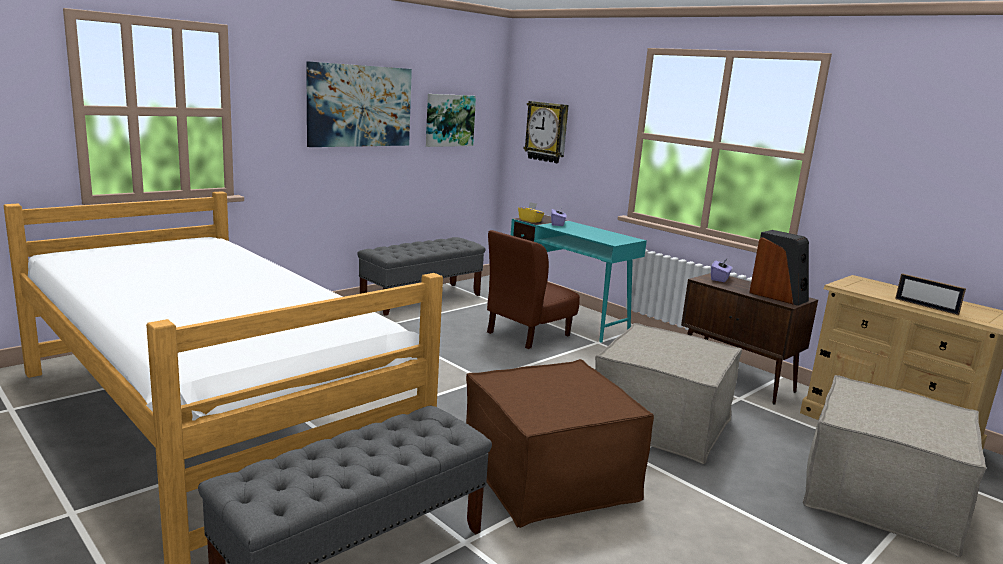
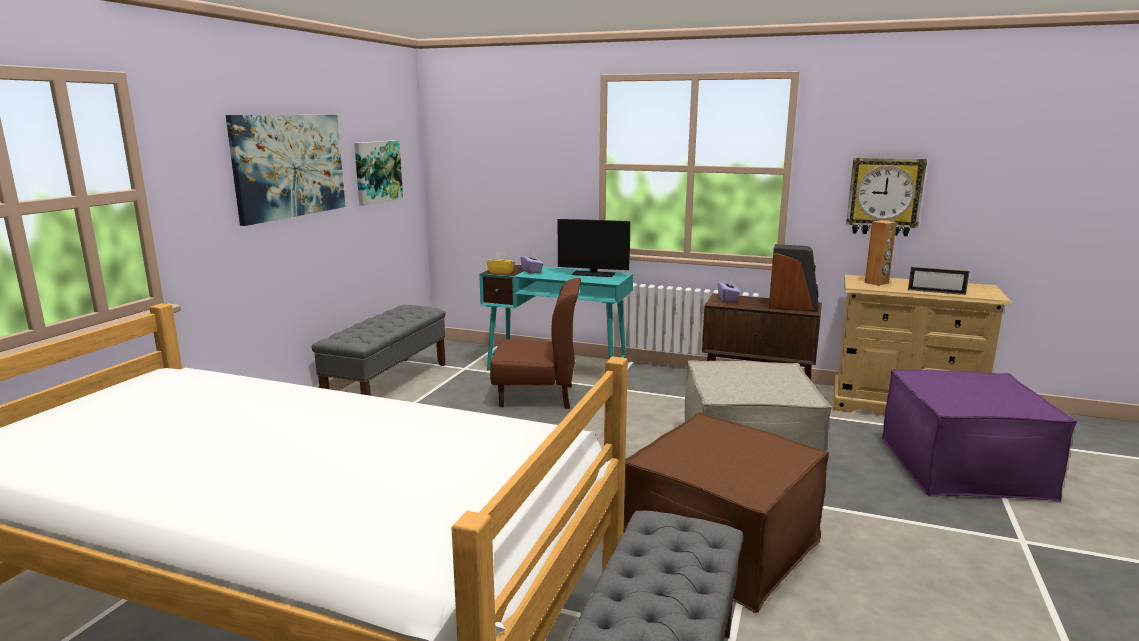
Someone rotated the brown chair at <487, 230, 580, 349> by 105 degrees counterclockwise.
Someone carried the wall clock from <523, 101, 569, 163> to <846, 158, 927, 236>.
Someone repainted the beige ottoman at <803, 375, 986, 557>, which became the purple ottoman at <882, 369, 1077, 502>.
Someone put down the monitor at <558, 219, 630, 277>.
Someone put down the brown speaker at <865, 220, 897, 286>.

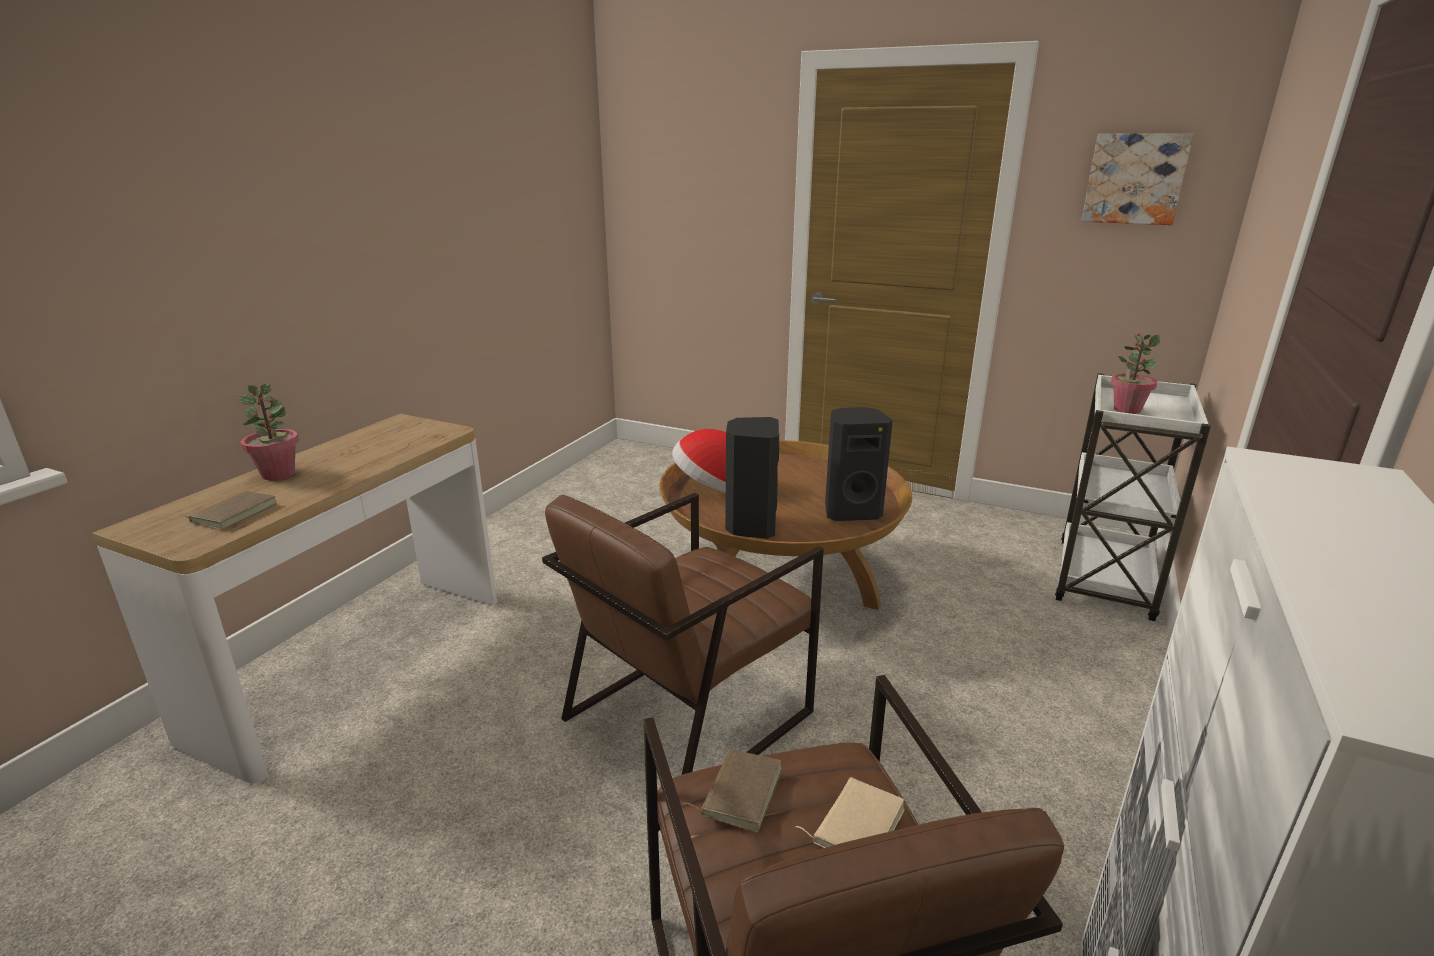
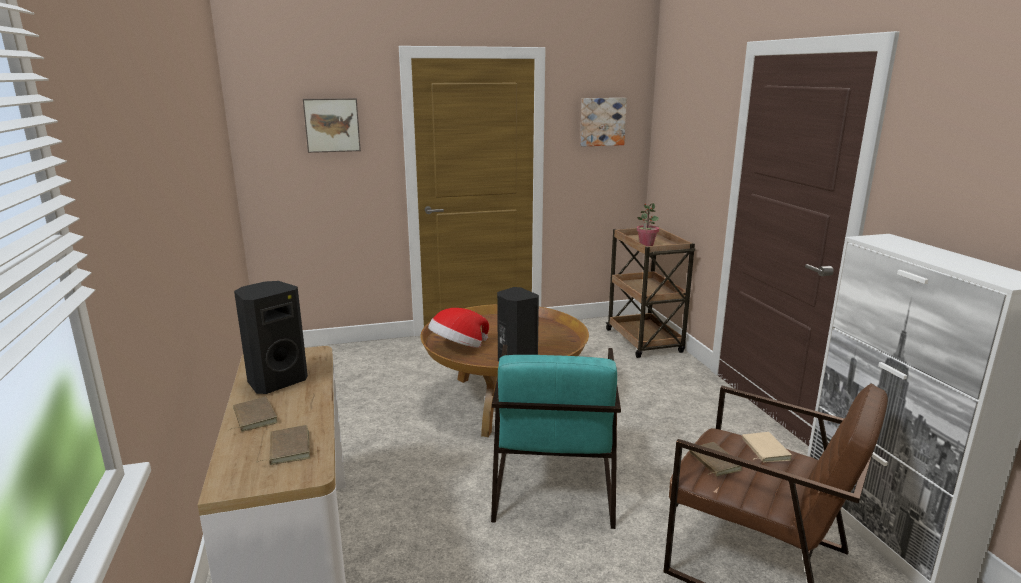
Someone swapped the potted plant at <238, 383, 299, 480> for the brown book at <228, 397, 278, 432>.
Someone repainted the brown armchair at <542, 493, 824, 775>, which became the turquoise armchair at <491, 345, 621, 529>.
Someone carried the black speaker from <825, 407, 893, 521> to <234, 281, 308, 394>.
Someone repainted the white cart at <1055, 373, 1211, 621>, which became the brown cart at <606, 226, 695, 358>.
Someone put up the picture at <303, 98, 361, 153>.

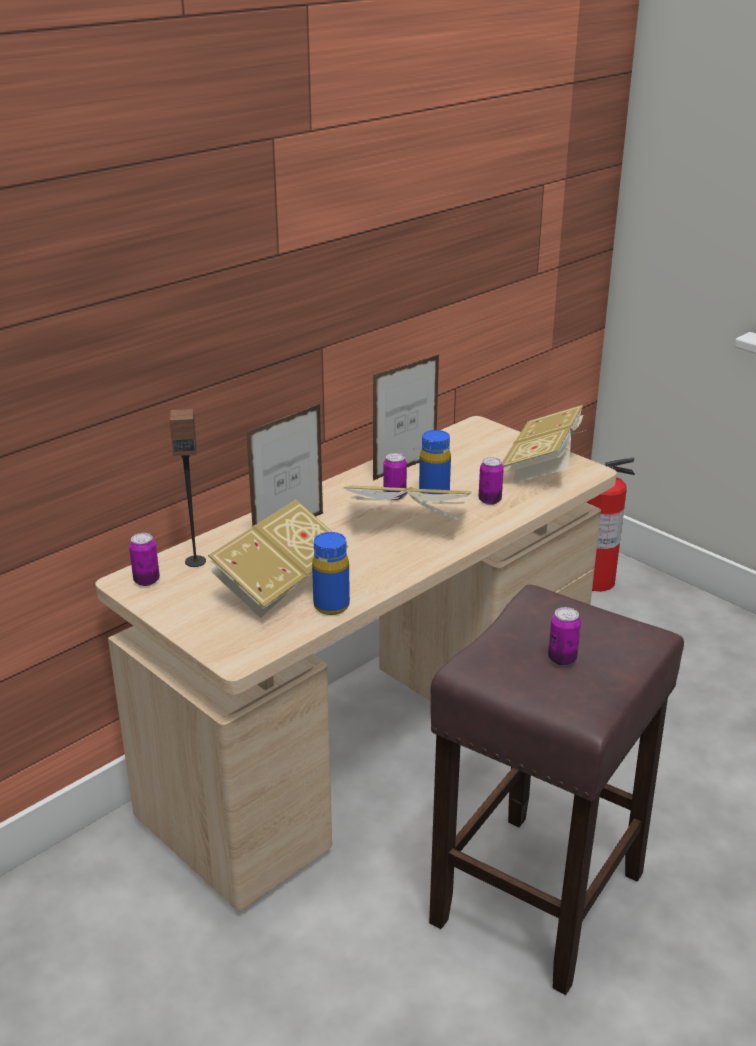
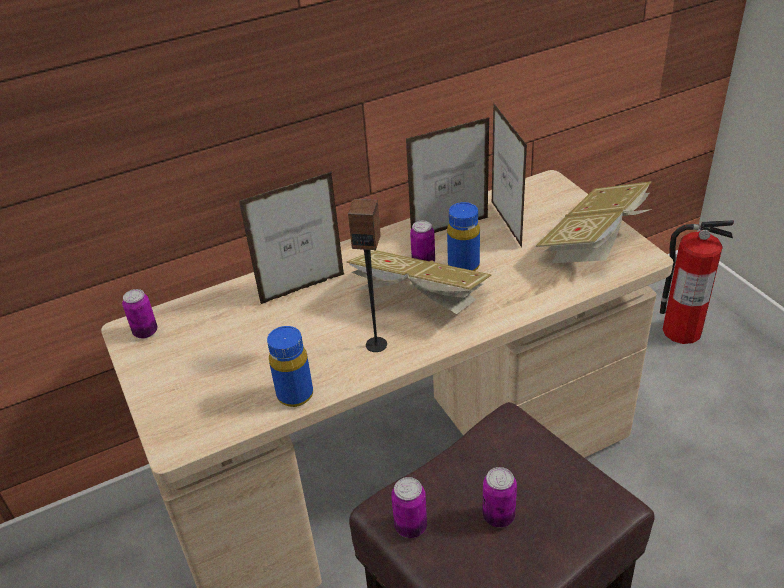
Someone carried the speaker from <170, 409, 206, 567> to <348, 199, 387, 352>.
Someone took away the book at <208, 500, 348, 618>.
Someone carried the can from <479, 457, 504, 505> to <391, 477, 427, 538>.
Someone put down the picture frame at <492, 103, 527, 248>.

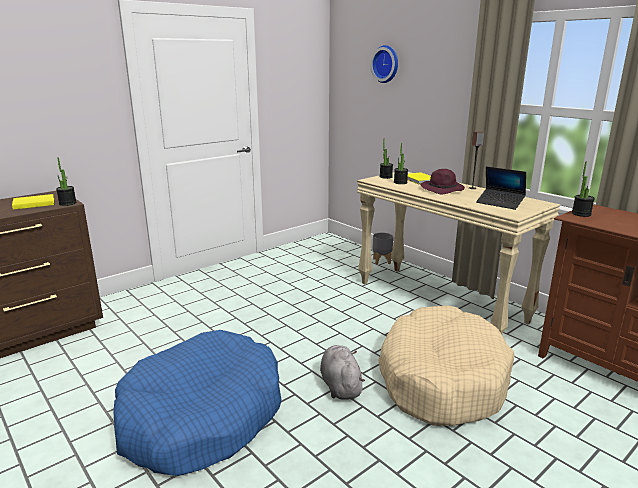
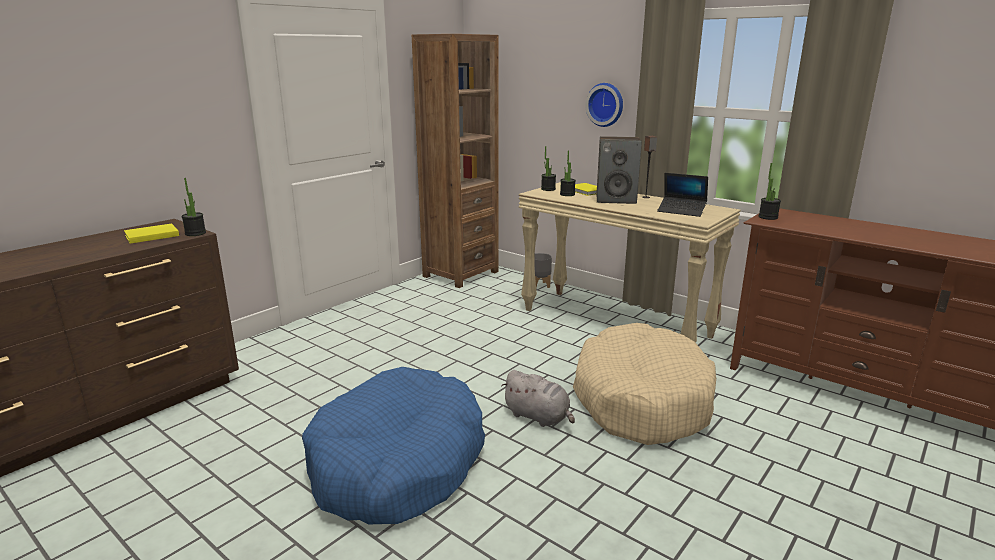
Someone rotated the grey plush toy at <320, 345, 365, 400> by 150 degrees clockwise.
Someone carried the wall clock from <370, 45, 398, 83> to <585, 83, 623, 127>.
Someone swapped the purple hat at <421, 169, 465, 194> for the speaker at <596, 136, 642, 204>.
Someone put down the brown bookcase at <412, 34, 499, 288>.

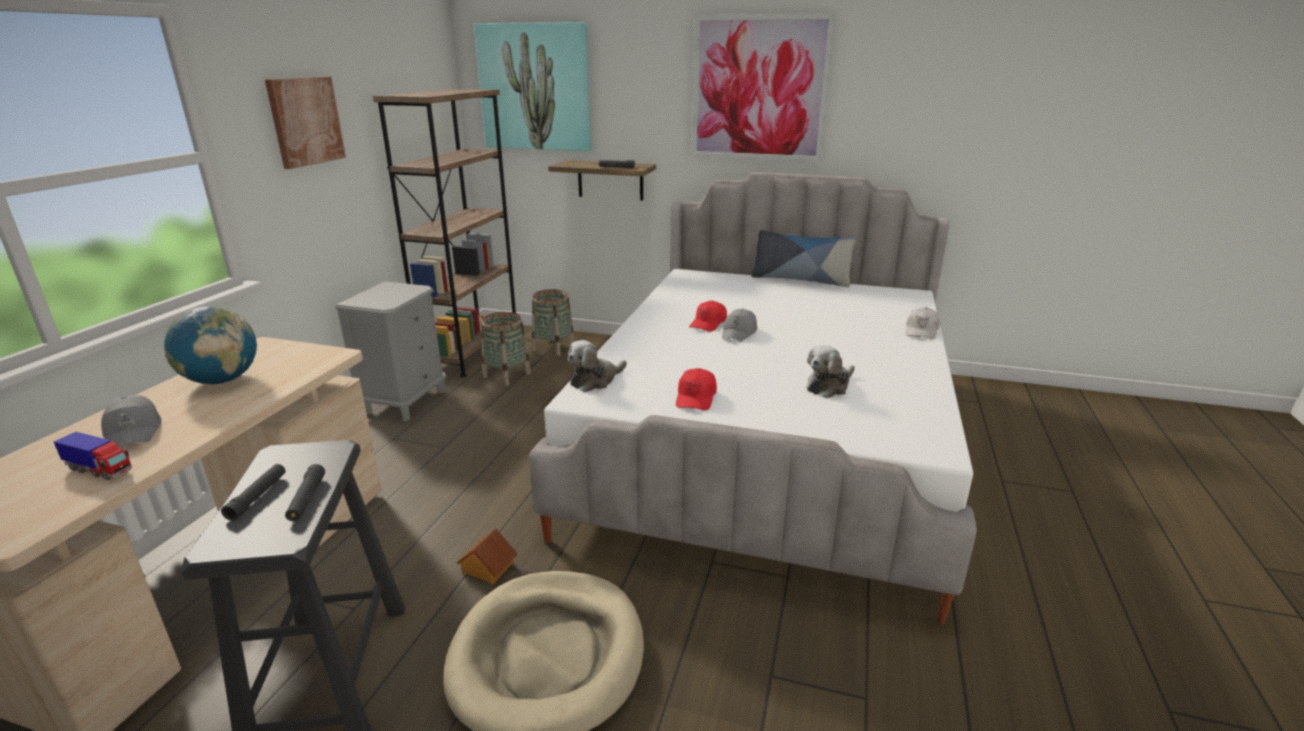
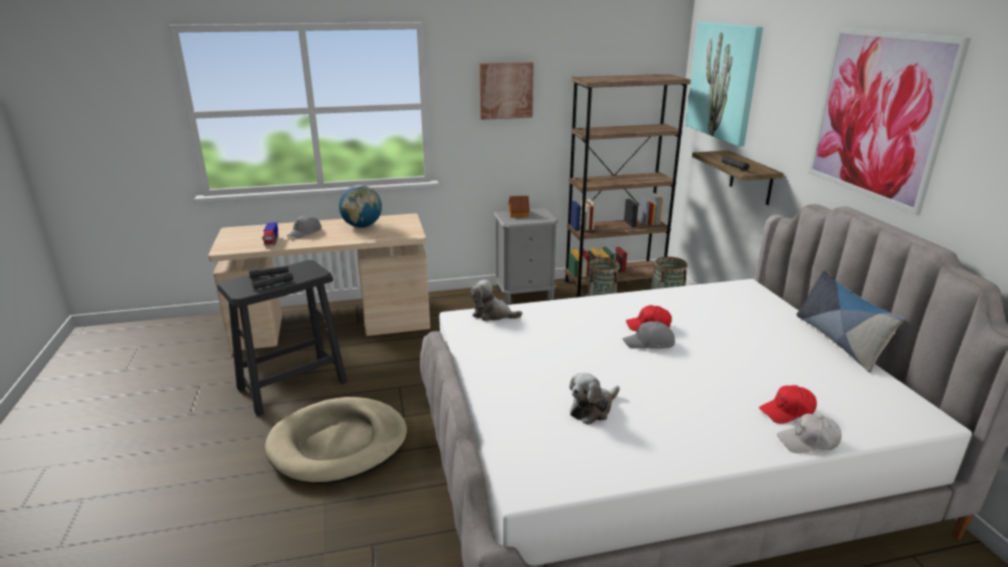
Someone carried the toy house from <457, 528, 518, 585> to <508, 196, 530, 217>.
Someone carried the red cap from <676, 368, 717, 410> to <759, 385, 817, 424>.
Someone rotated the plush toy at <806, 345, 855, 398> by 60 degrees counterclockwise.

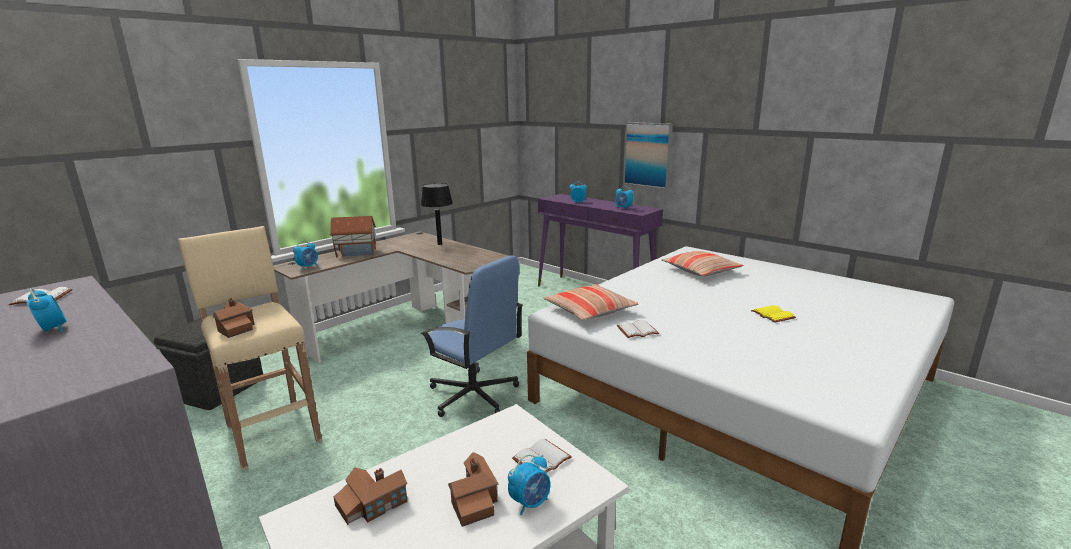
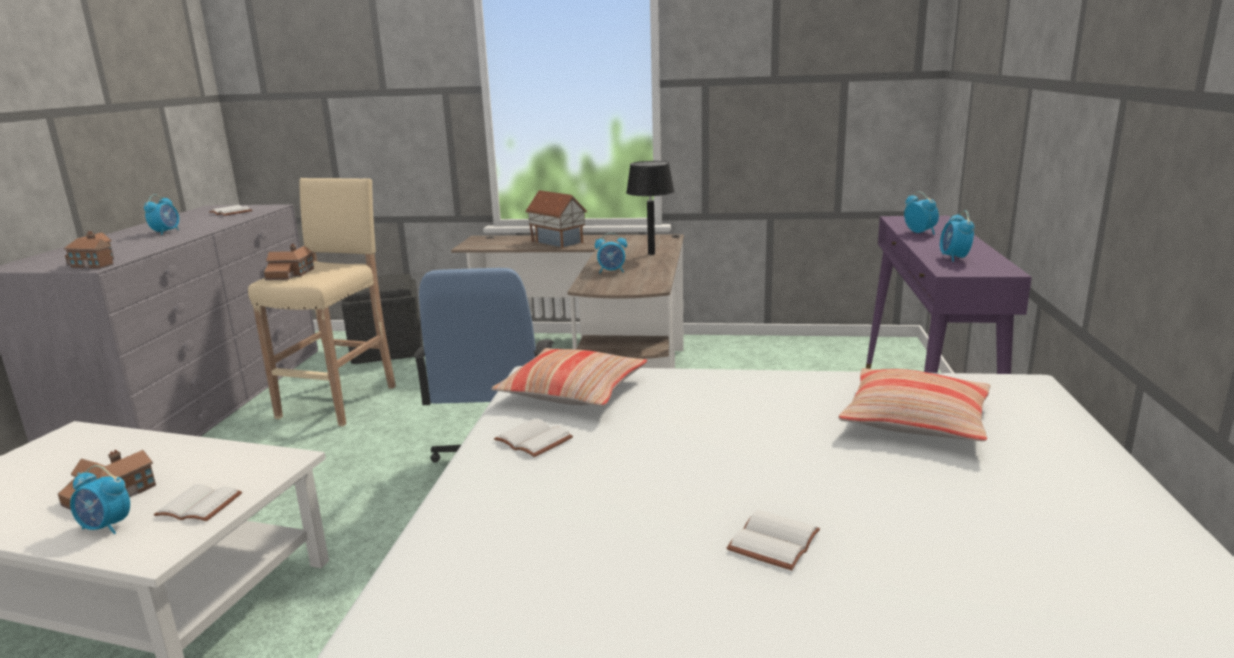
Someone carried the alarm clock from <293, 241, 318, 270> to <595, 233, 627, 274>.
Someone carried the toy house from <334, 467, 408, 525> to <64, 231, 114, 269>.
Someone took away the picture at <623, 122, 673, 189>.
Someone repainted the yellow book at <751, 305, 796, 323>, which became the white book at <727, 510, 820, 570>.

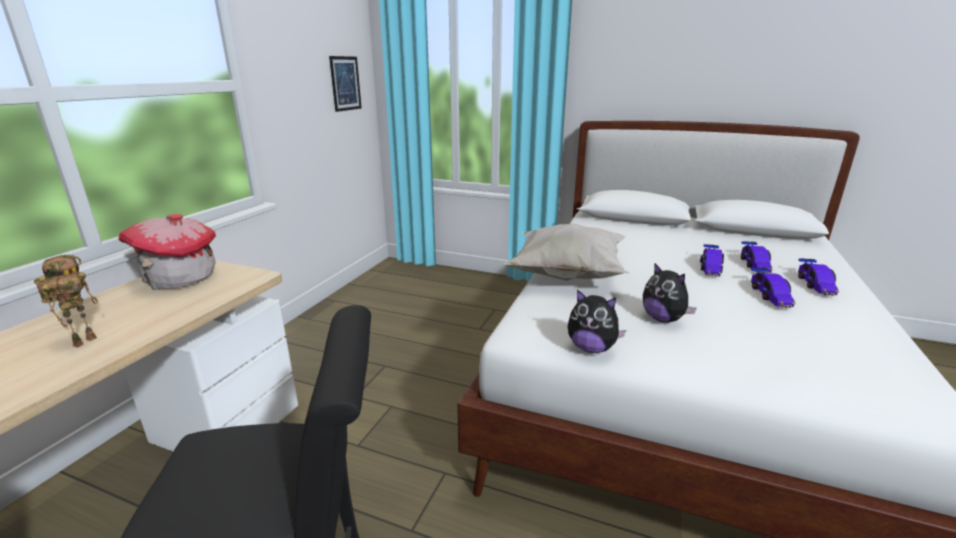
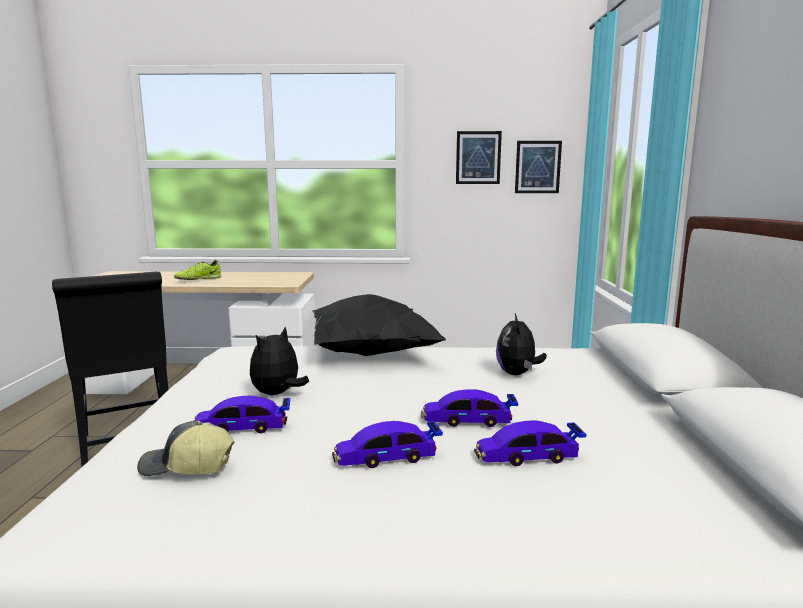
Someone swapped the toy robot at <34, 255, 98, 348> for the shoe at <174, 260, 221, 280>.
Someone took away the toy house at <118, 214, 216, 290>.
Someone repainted the white pillow at <501, 224, 629, 281>, which became the black pillow at <312, 294, 446, 356>.
Someone carried the plush toy from <568, 289, 626, 353> to <496, 314, 547, 375>.
Someone carried the toy car from <798, 258, 839, 296> to <193, 396, 290, 433>.
Someone put down the cap at <137, 421, 234, 476>.
Someone put up the picture at <456, 131, 502, 184>.

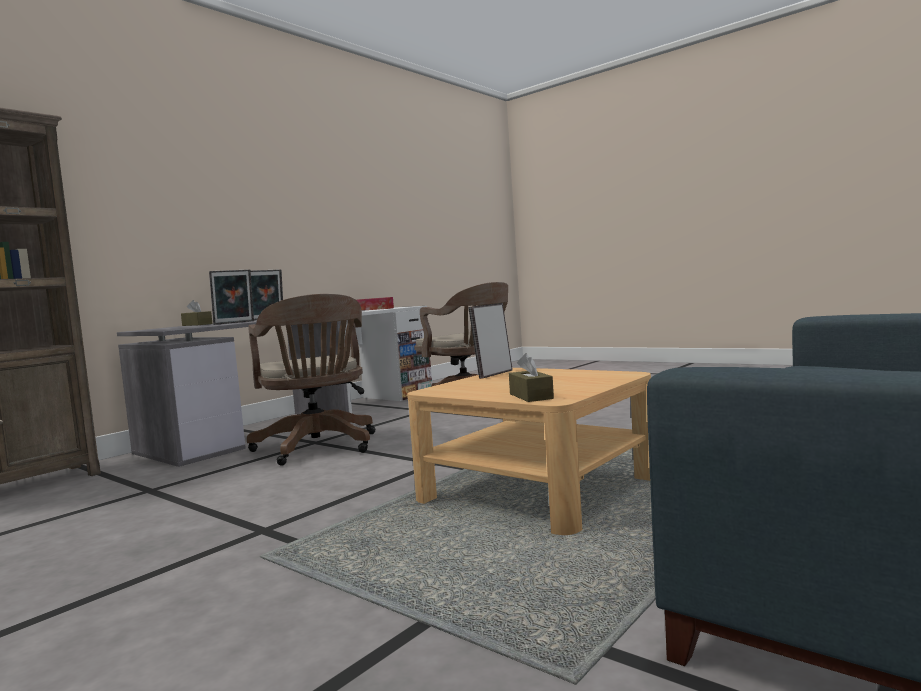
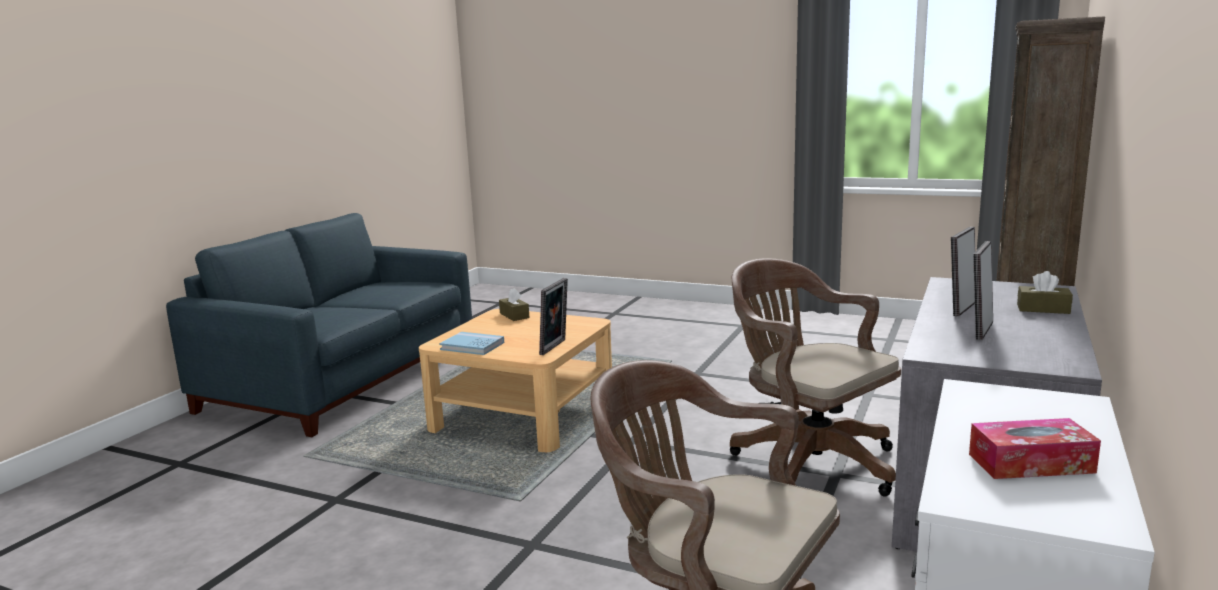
Someone put down the blue book at <439, 332, 504, 355>.

